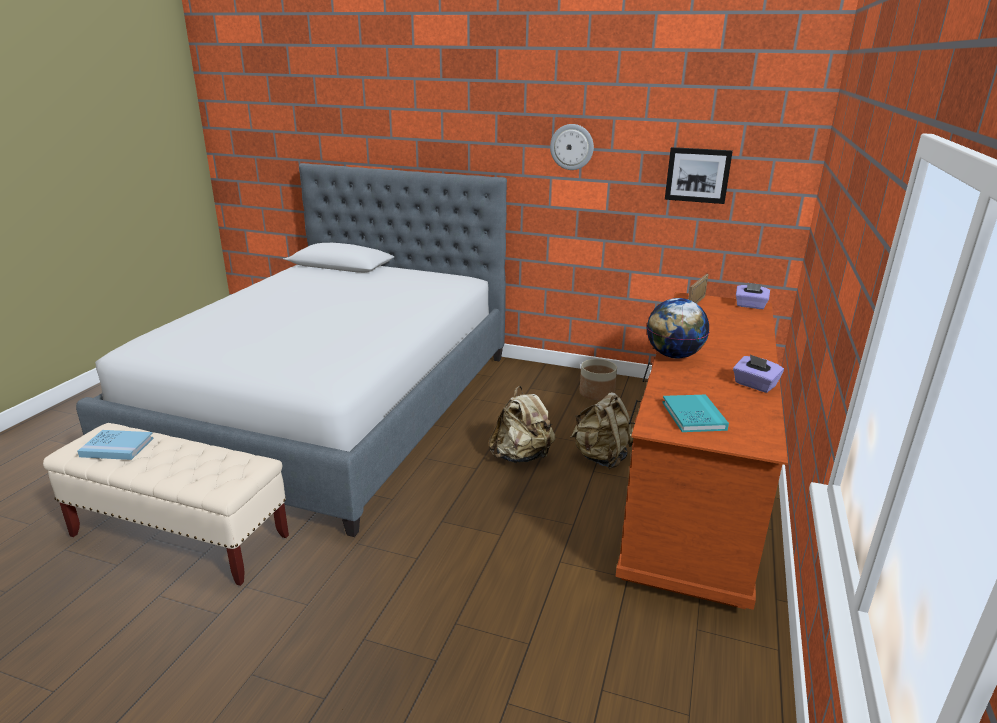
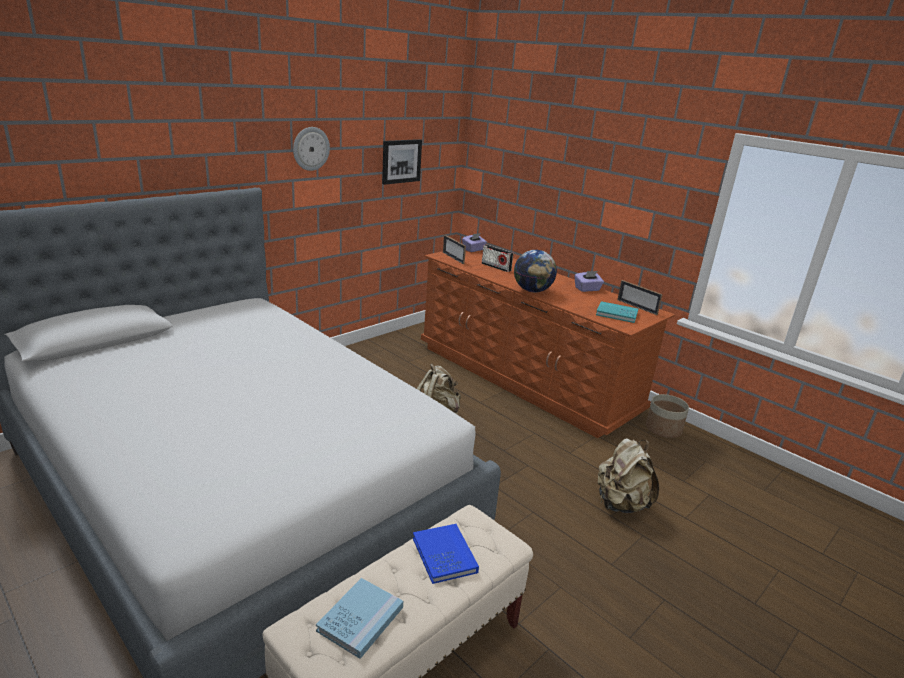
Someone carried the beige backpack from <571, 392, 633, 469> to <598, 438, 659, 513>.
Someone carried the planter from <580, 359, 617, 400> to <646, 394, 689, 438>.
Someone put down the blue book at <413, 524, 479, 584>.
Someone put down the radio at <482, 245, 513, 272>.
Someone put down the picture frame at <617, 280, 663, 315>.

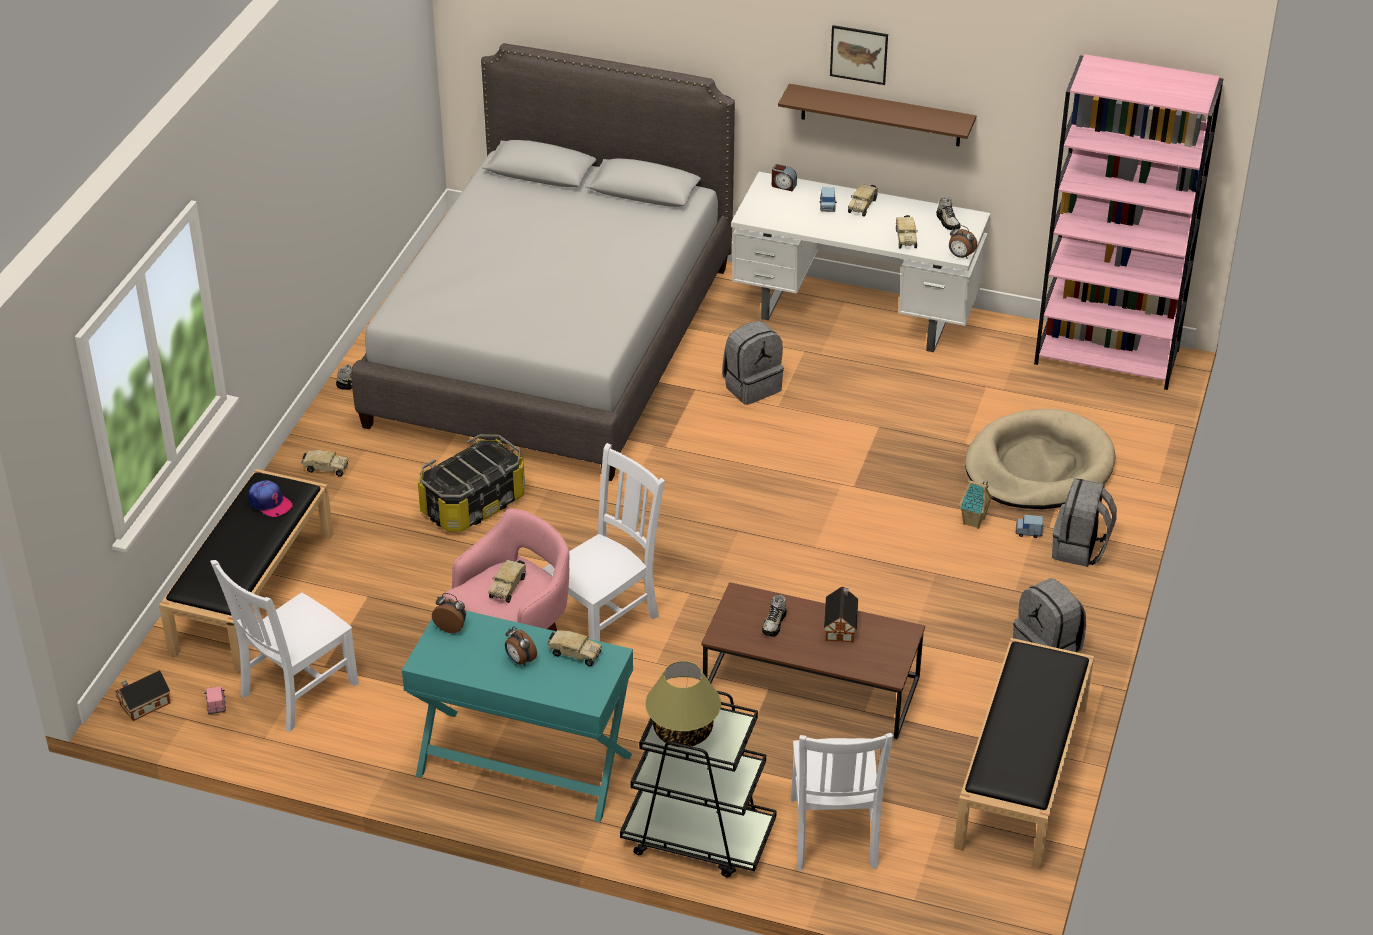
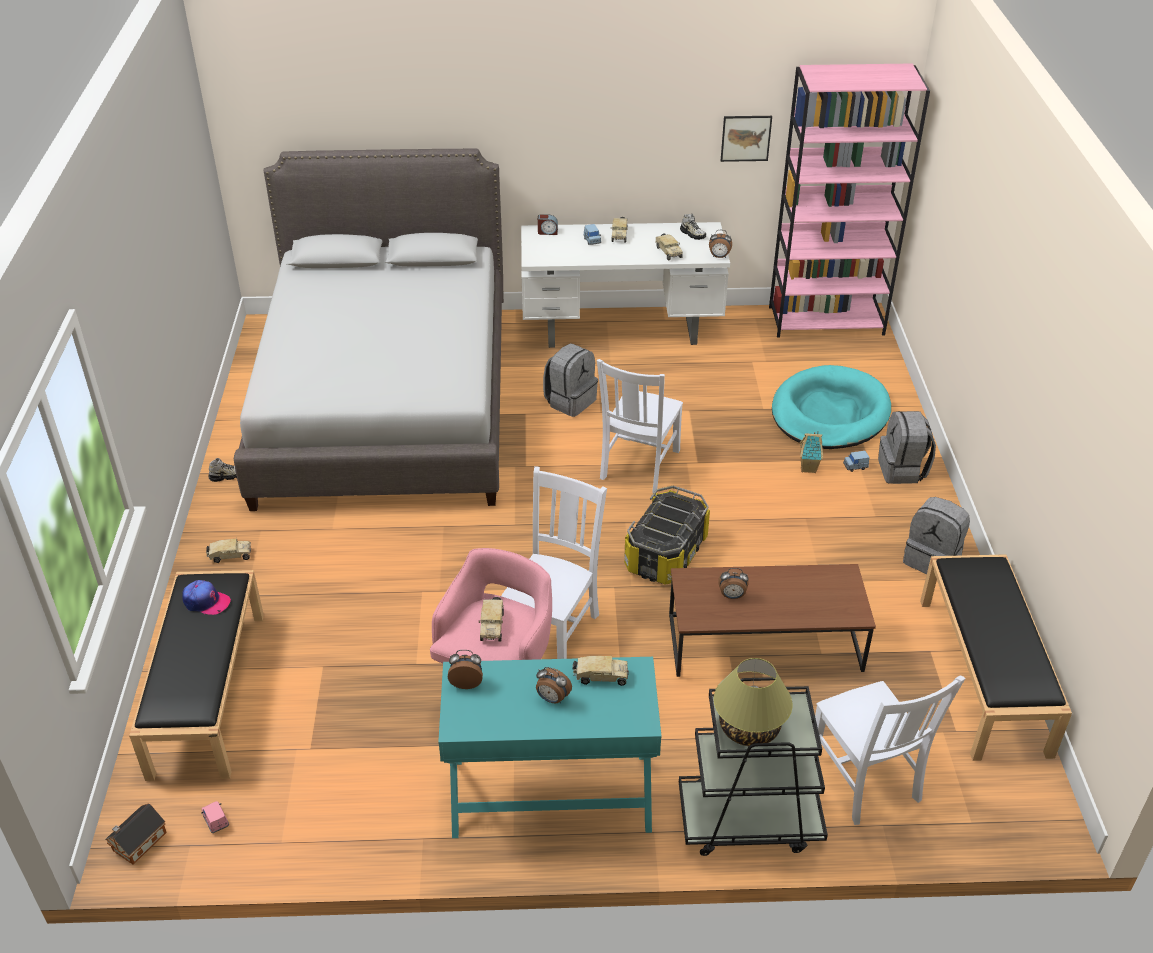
Someone carried the white chair from <210, 560, 359, 732> to <597, 359, 683, 493>.
Someone carried the storage box from <418, 434, 525, 532> to <624, 486, 710, 585>.
Someone swapped the shoe at <762, 595, 787, 637> for the alarm clock at <718, 568, 749, 599>.
Someone took away the brown shelf at <778, 84, 976, 146>.
Someone took away the toy house at <824, 587, 858, 643>.
Someone carried the picture from <830, 25, 888, 85> to <721, 116, 772, 162>.
Someone repainted the beige dog bed at <965, 409, 1116, 509>, which became the turquoise dog bed at <772, 365, 891, 449>.

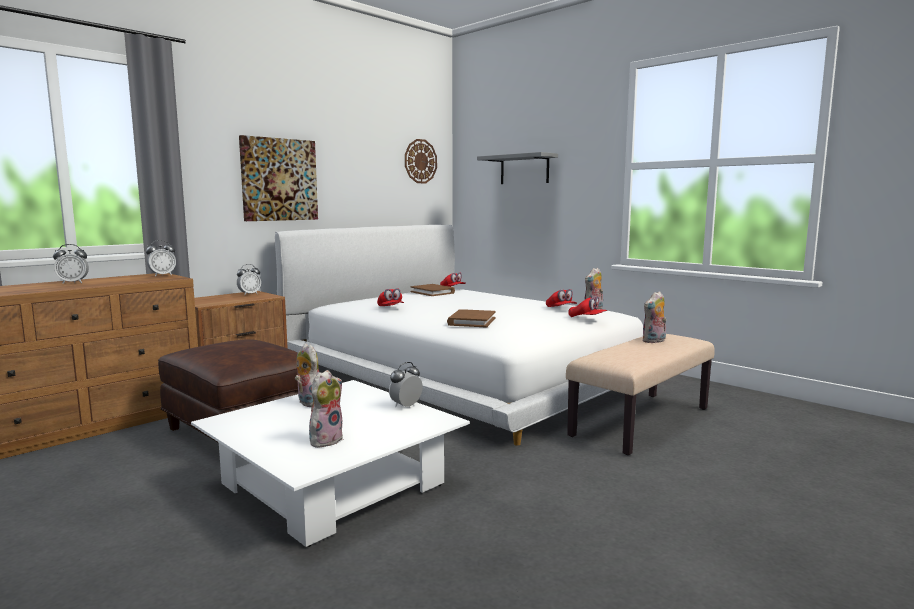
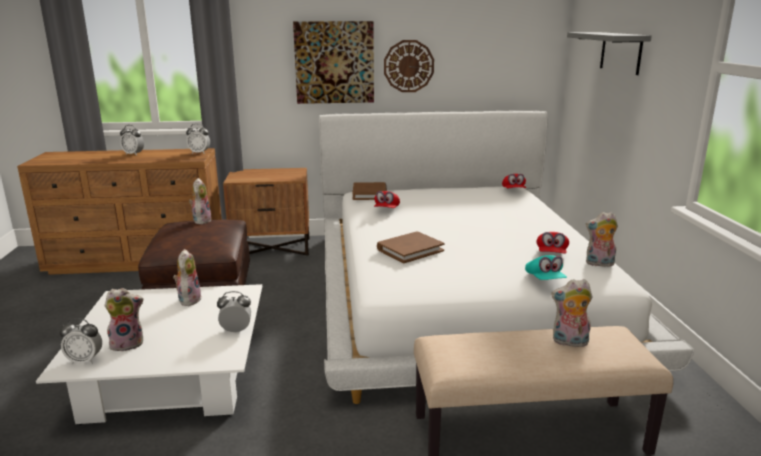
Someone carried the alarm clock from <237, 264, 261, 295> to <60, 318, 102, 364>.
Someone carried the wall clock from <405, 139, 437, 183> to <384, 40, 434, 92>.
Someone carried the brown book from <410, 284, 455, 296> to <352, 182, 387, 200>.
Someone repainted the red cap at <568, 296, 607, 317>, which became the turquoise cap at <525, 255, 567, 280>.
Someone put down the plush toy at <189, 178, 211, 224>.

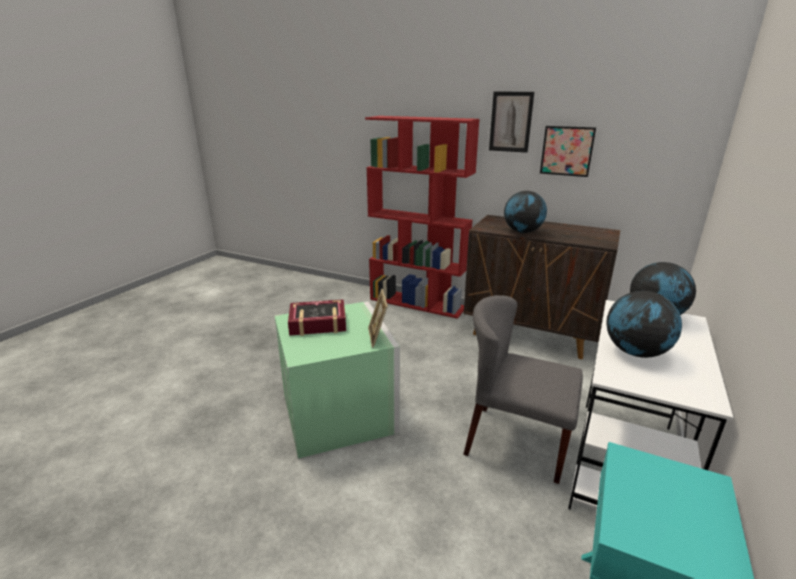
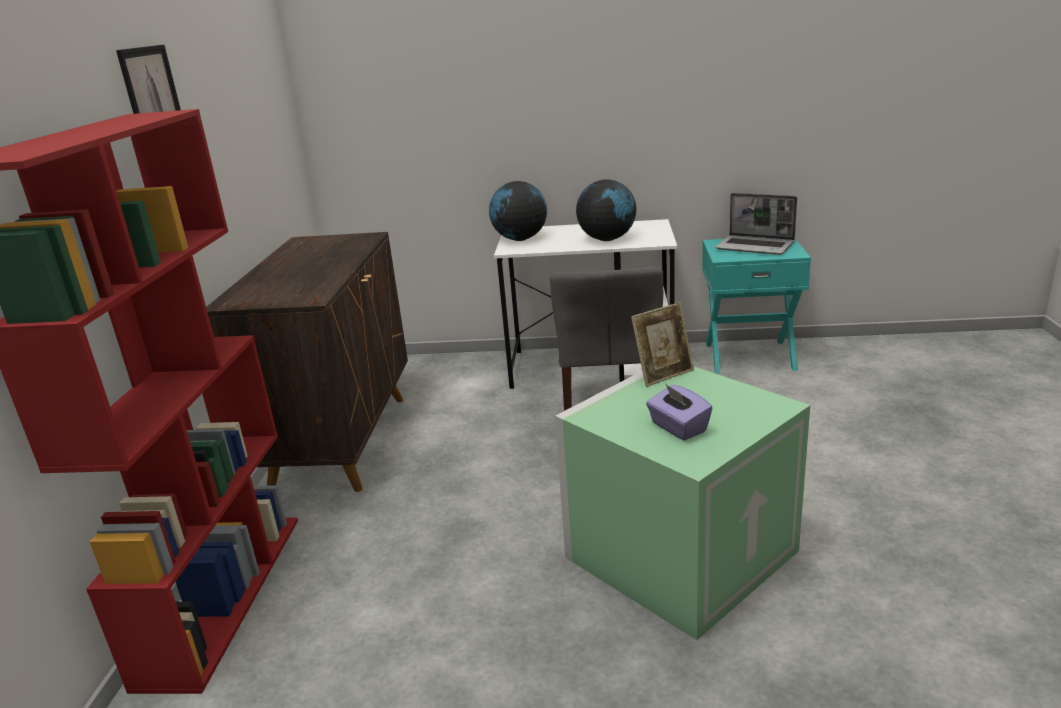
Someone swapped the book at <288, 299, 346, 336> for the purple tissue box at <646, 384, 712, 440>.
Someone took away the globe at <504, 191, 547, 233>.
Someone took away the picture at <540, 126, 596, 177>.
Someone put down the laptop at <715, 193, 797, 255>.

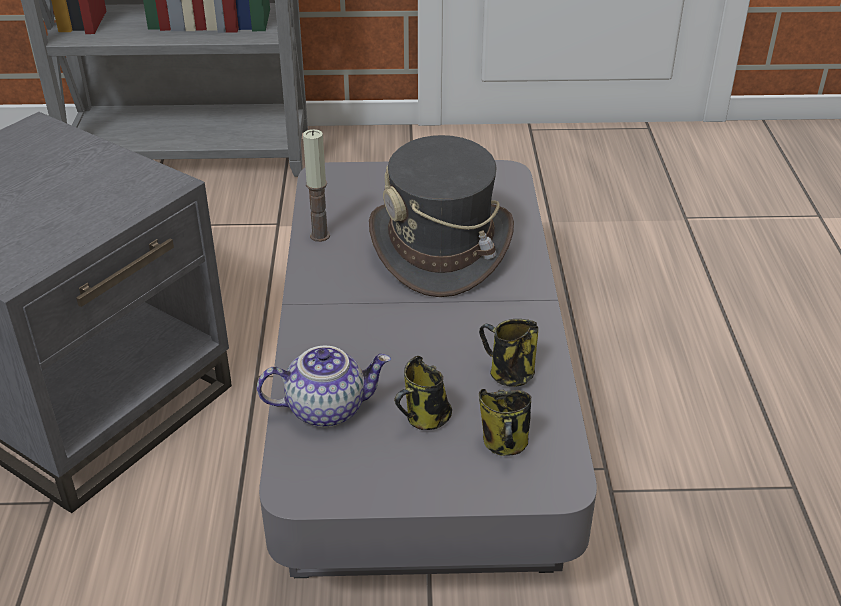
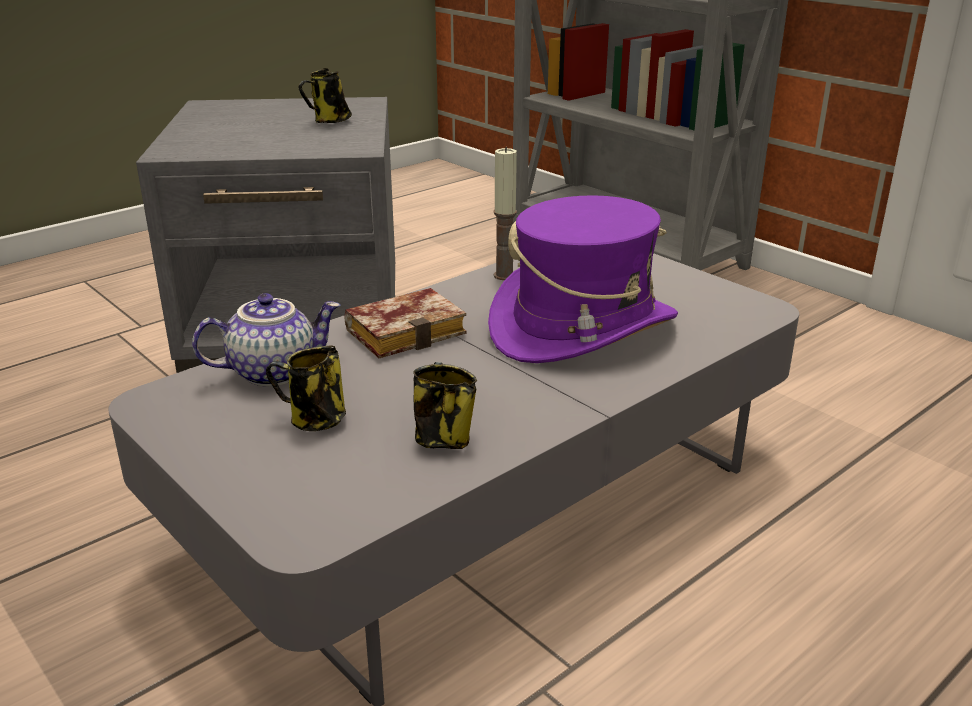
Someone rotated the teapot at <257, 346, 391, 428> by 60 degrees counterclockwise.
Someone repainted the grey hat at <369, 135, 514, 297>, which became the purple hat at <488, 195, 678, 363>.
Someone carried the mug from <479, 389, 531, 456> to <298, 68, 352, 123>.
Someone put down the book at <344, 288, 467, 358>.

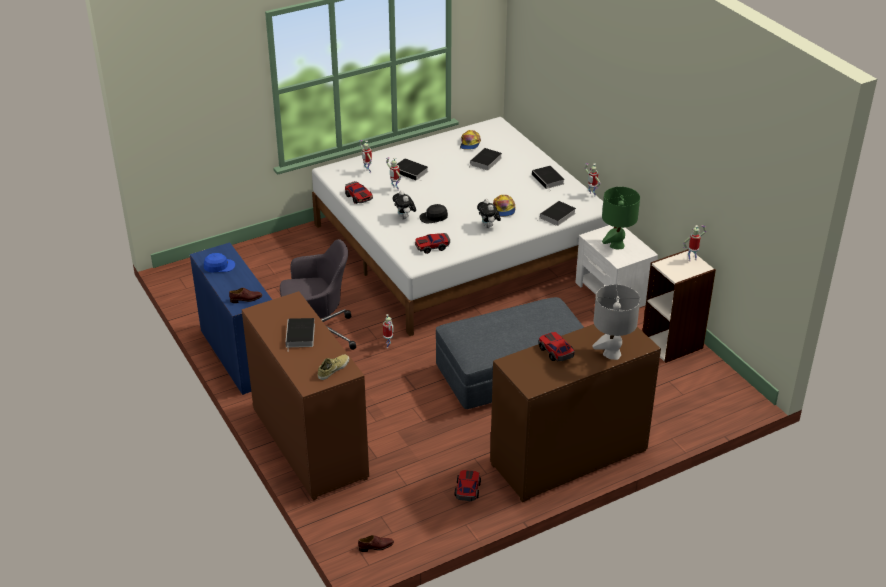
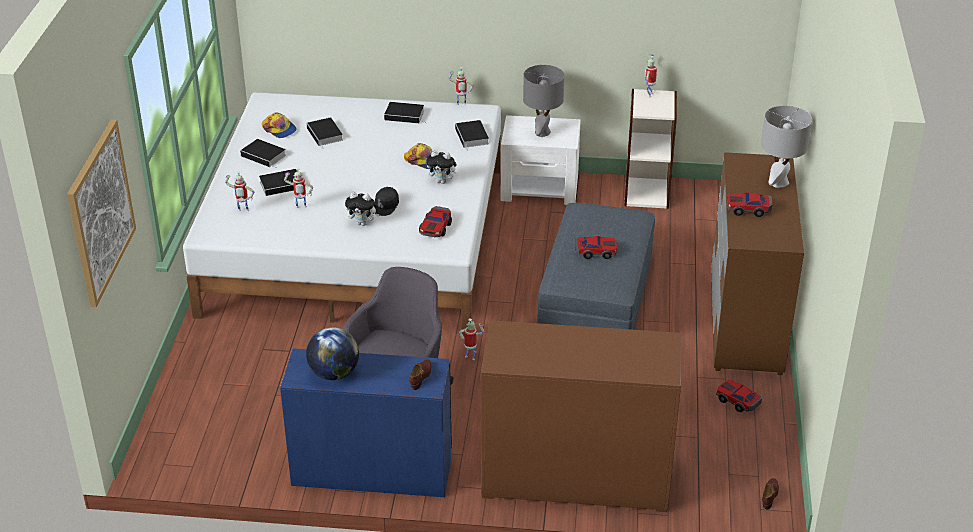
Someone swapped the blue cap at <204, 253, 235, 273> for the globe at <306, 327, 359, 380>.
Someone carried the book from <285, 318, 315, 352> to <240, 139, 286, 168>.
Someone took away the beige shoe at <318, 355, 349, 380>.
Someone carried the toy car from <345, 181, 373, 204> to <575, 236, 617, 259>.
Someone repainted the green table lamp at <602, 187, 640, 249>, which became the grey table lamp at <523, 65, 564, 137>.
Someone put up the picture at <67, 119, 136, 307>.

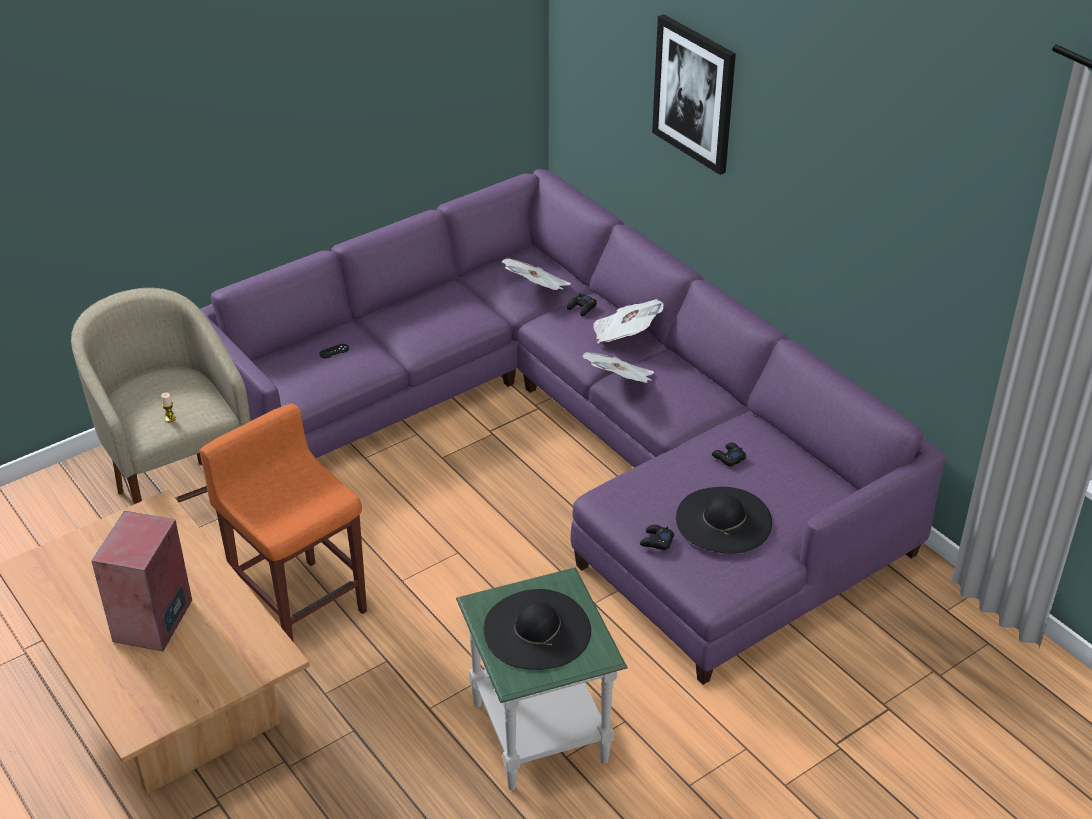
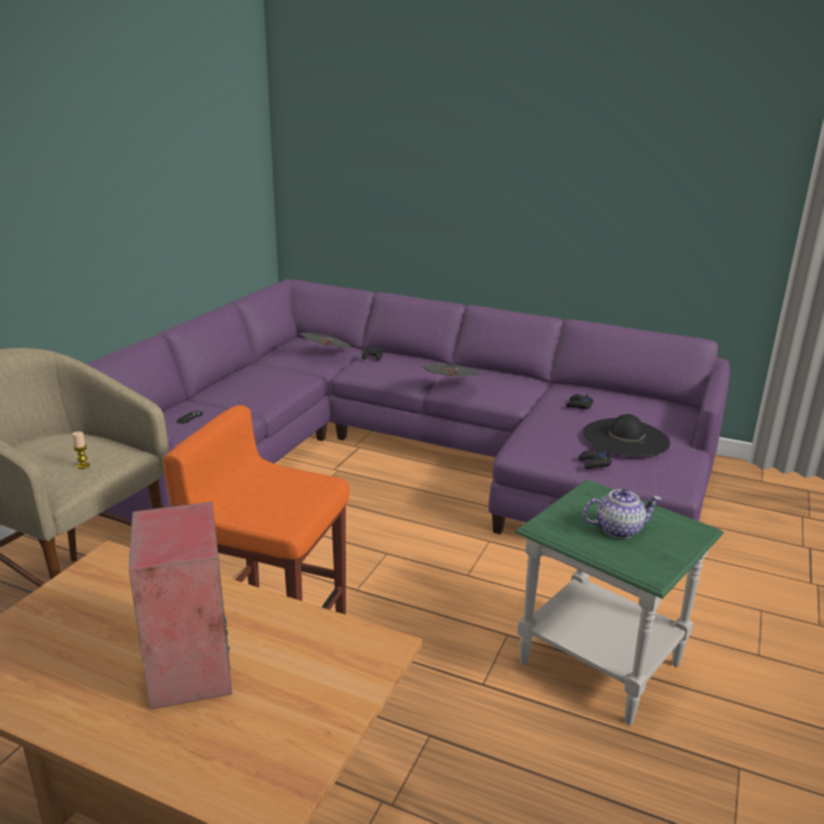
Someone swapped the black hat at <484, 589, 591, 670> for the teapot at <583, 489, 662, 538>.
Someone took away the newspaper at <593, 299, 664, 344>.
Someone took away the picture at <652, 14, 736, 175>.

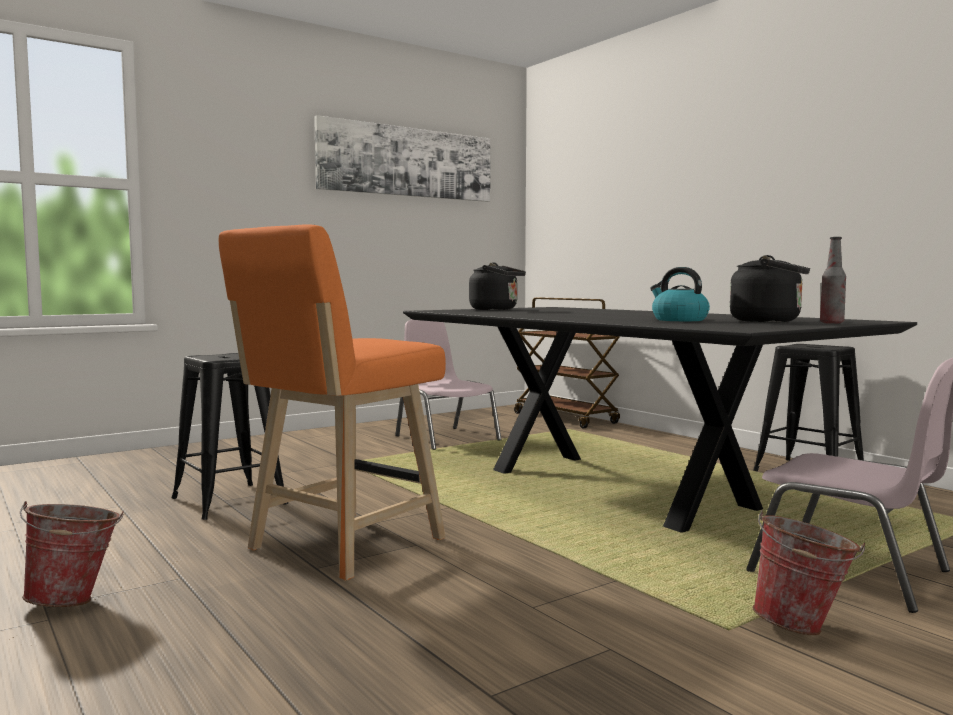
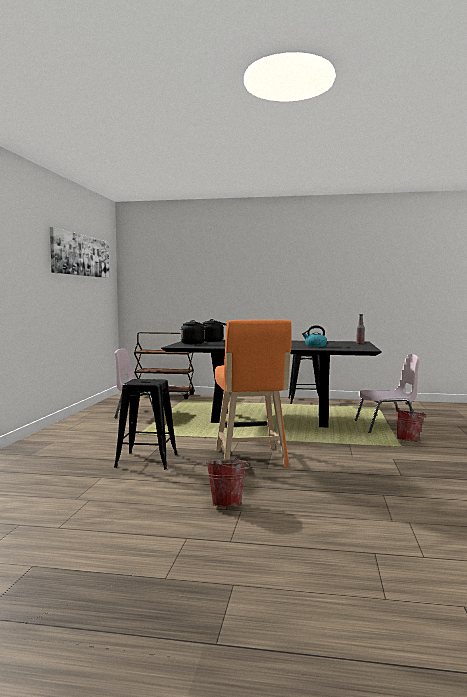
Someone carried the black kettle from <730, 255, 810, 322> to <203, 319, 227, 342>.

